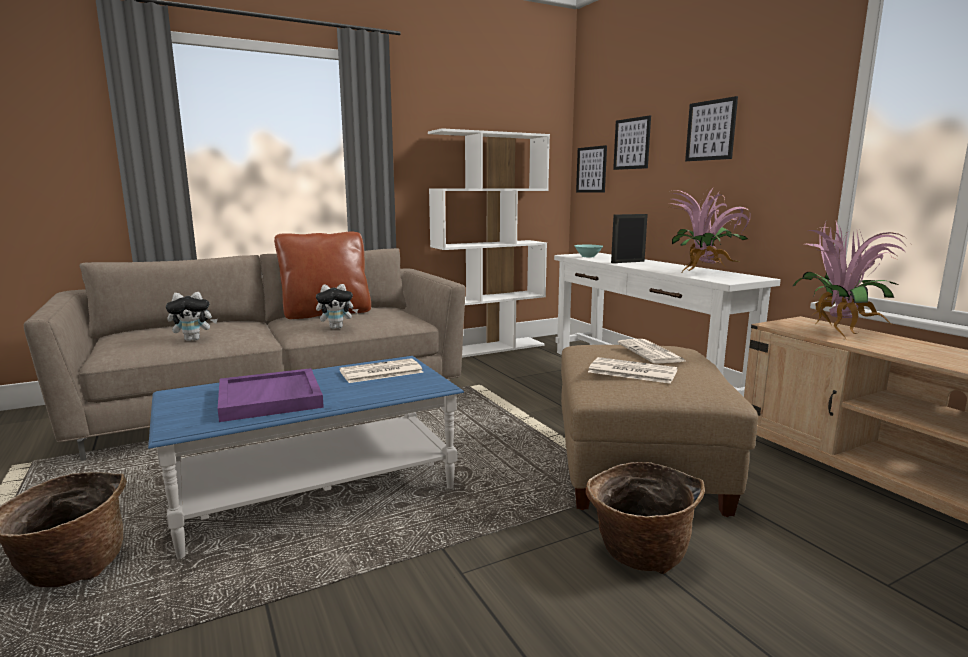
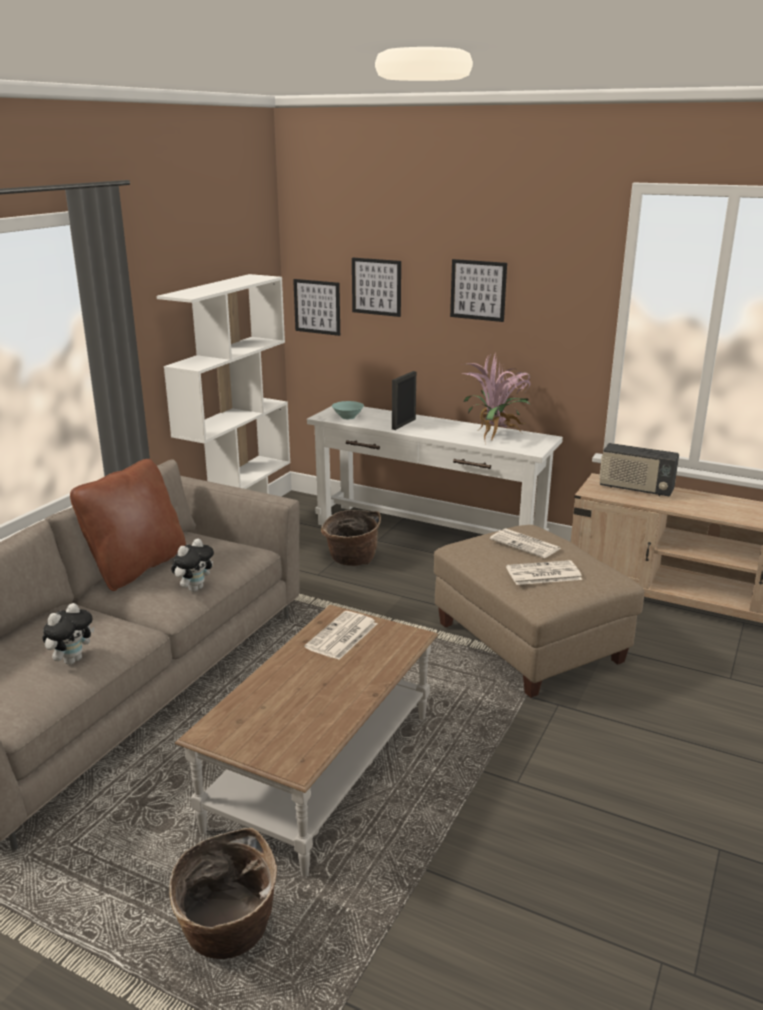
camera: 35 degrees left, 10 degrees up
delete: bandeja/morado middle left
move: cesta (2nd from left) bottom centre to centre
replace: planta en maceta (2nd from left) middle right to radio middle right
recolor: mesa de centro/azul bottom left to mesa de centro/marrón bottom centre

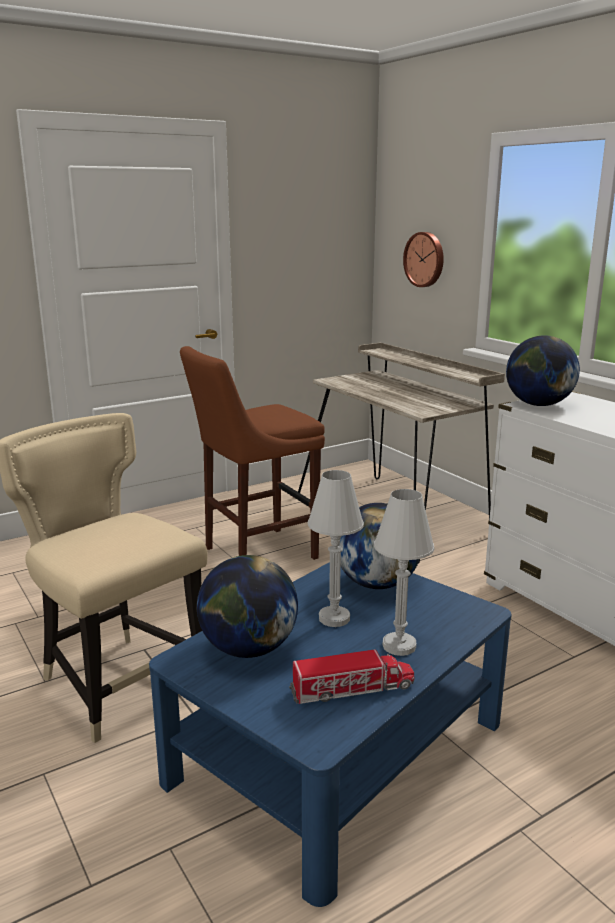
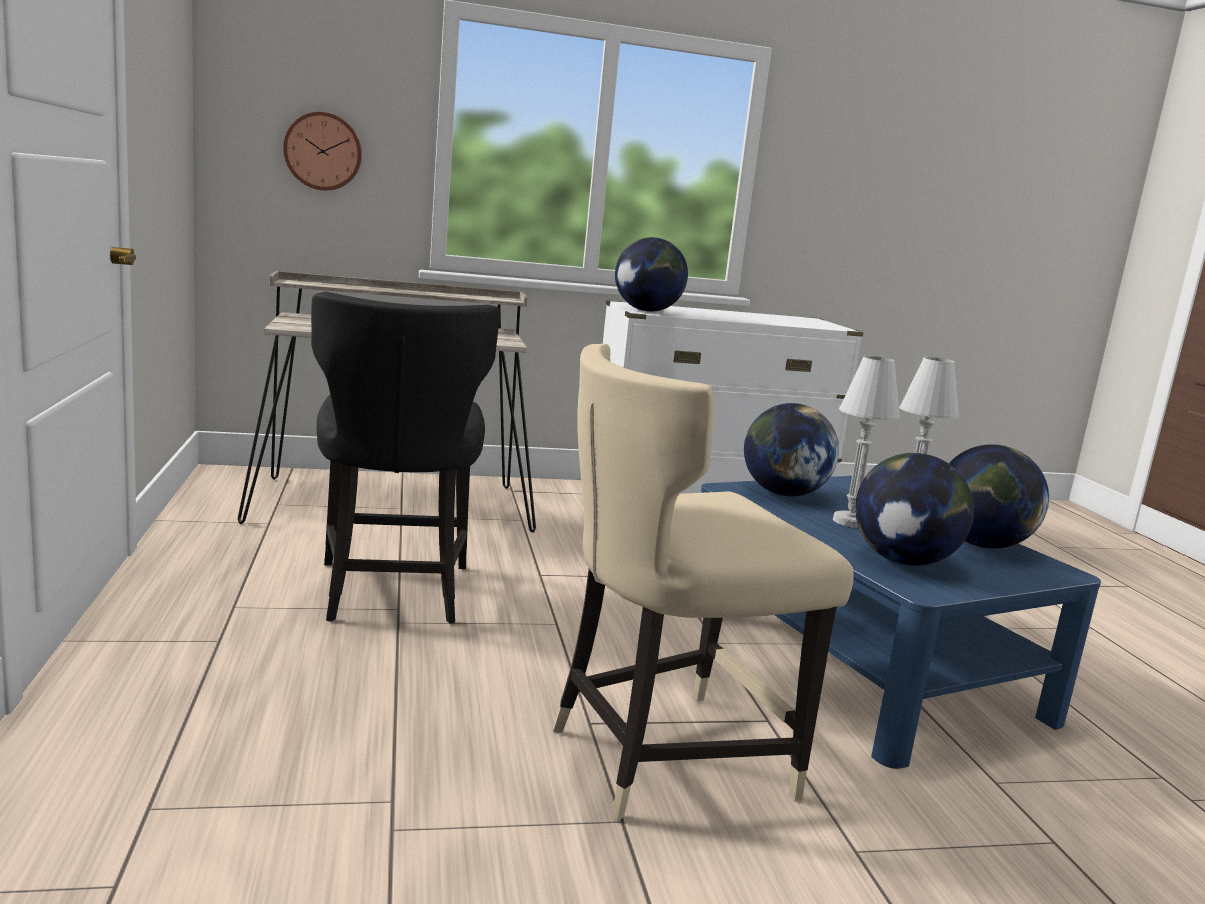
camera: 70 degrees left, 5 degrees down
replace: taburete/marrón centre to silla/negro centre; camión de juguete bottom centre to globo terráqueo (4th from left) middle right

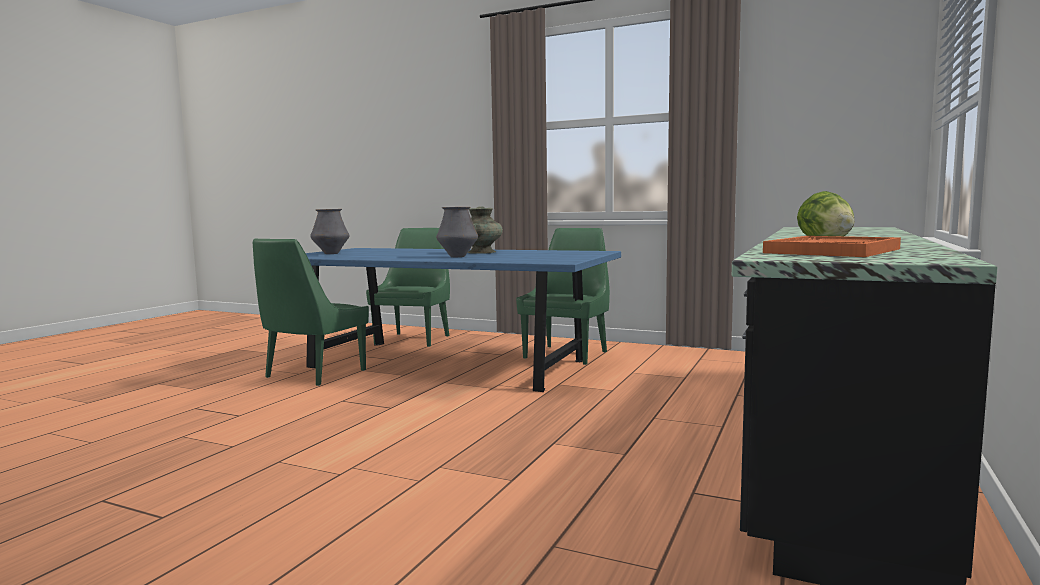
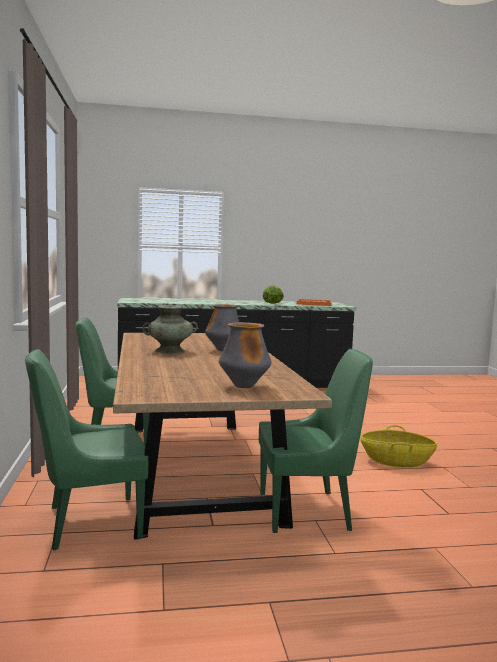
camera: 125 degrees left, 0 degrees up
insert: cesta bottom right
recolor: mesa de comedor/azul centre to mesa de comedor/marrón centre

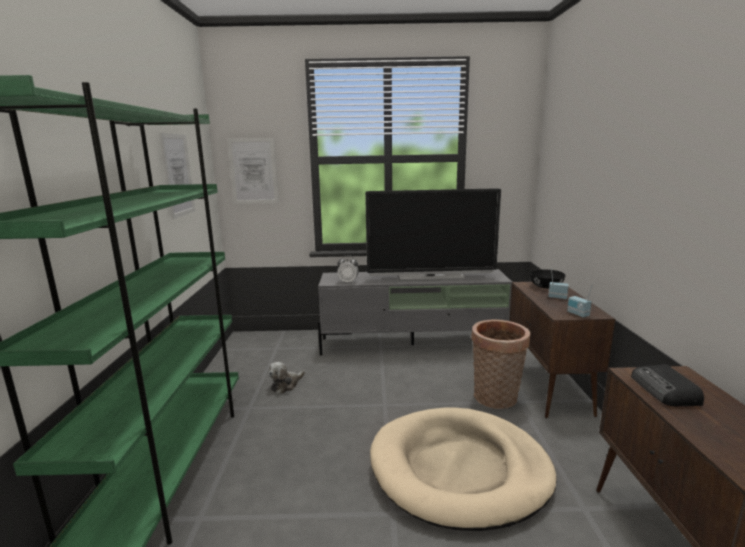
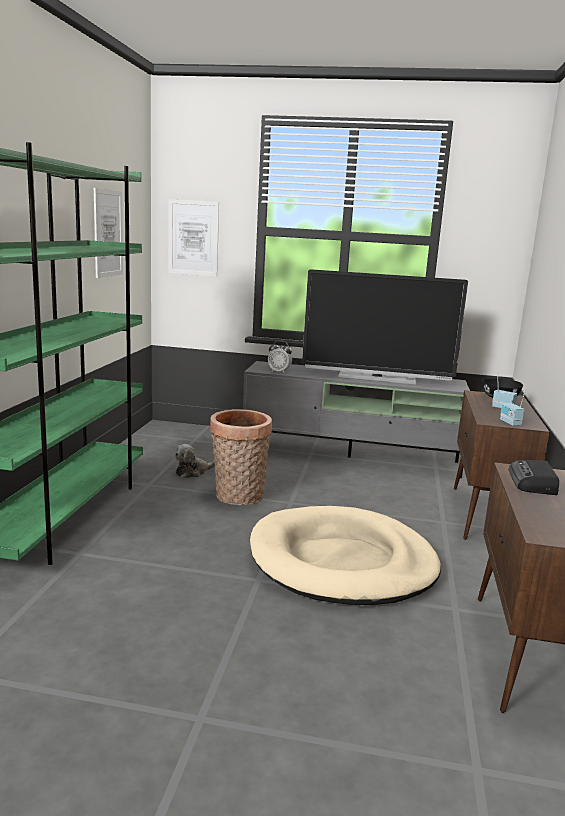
camera: 10 degrees right, 0 degrees up
move: cesta middle right to centre

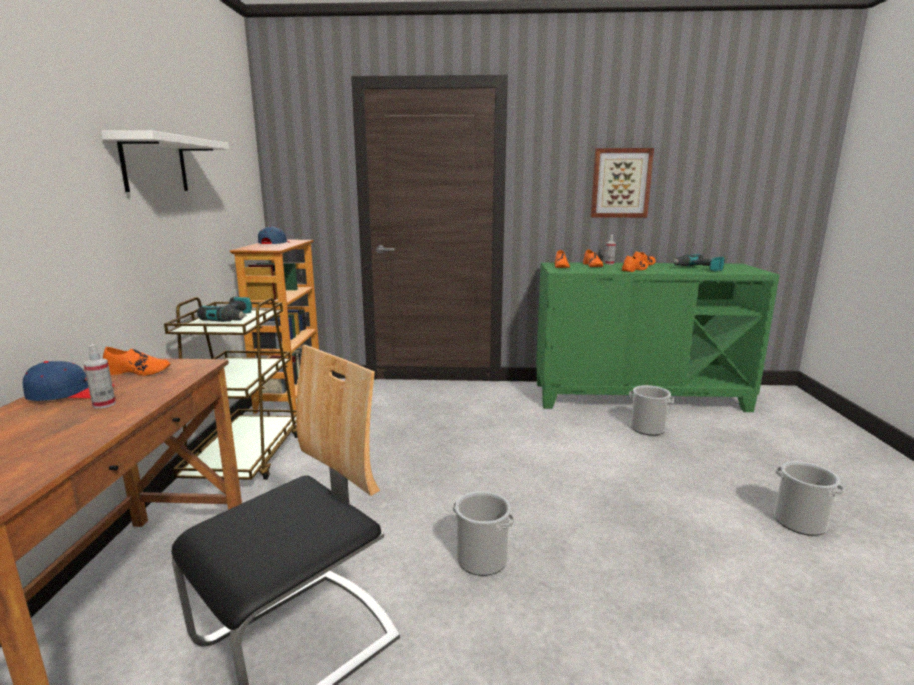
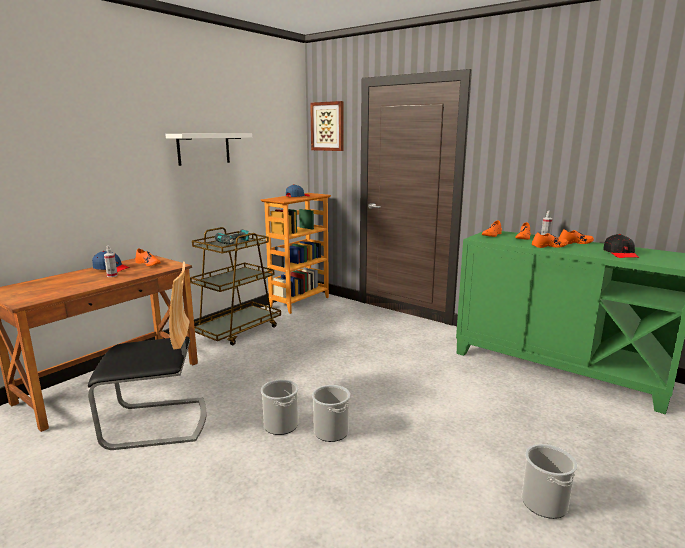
camera: 35 degrees right, 0 degrees up
move: cuadro top right to top centre; cubo (2nd from left) middle right to bottom centre
replace: taladro (2nd from left) middle right to gorra/negro middle right

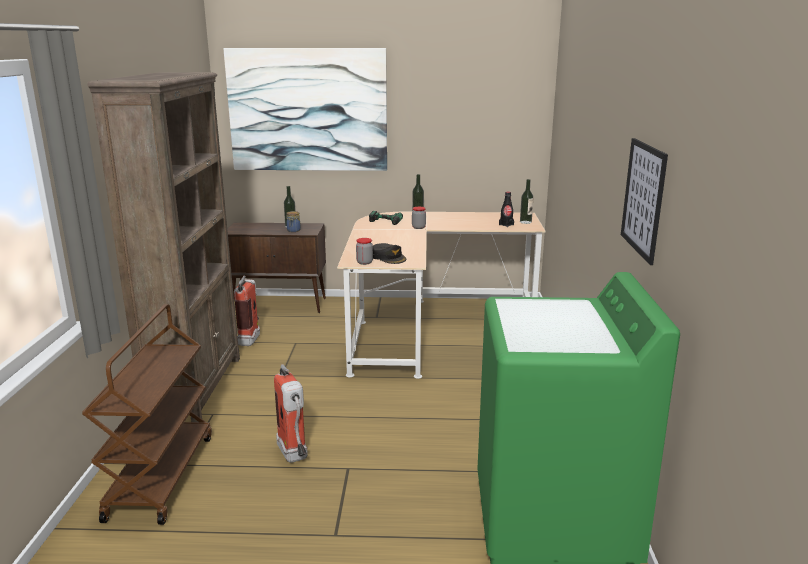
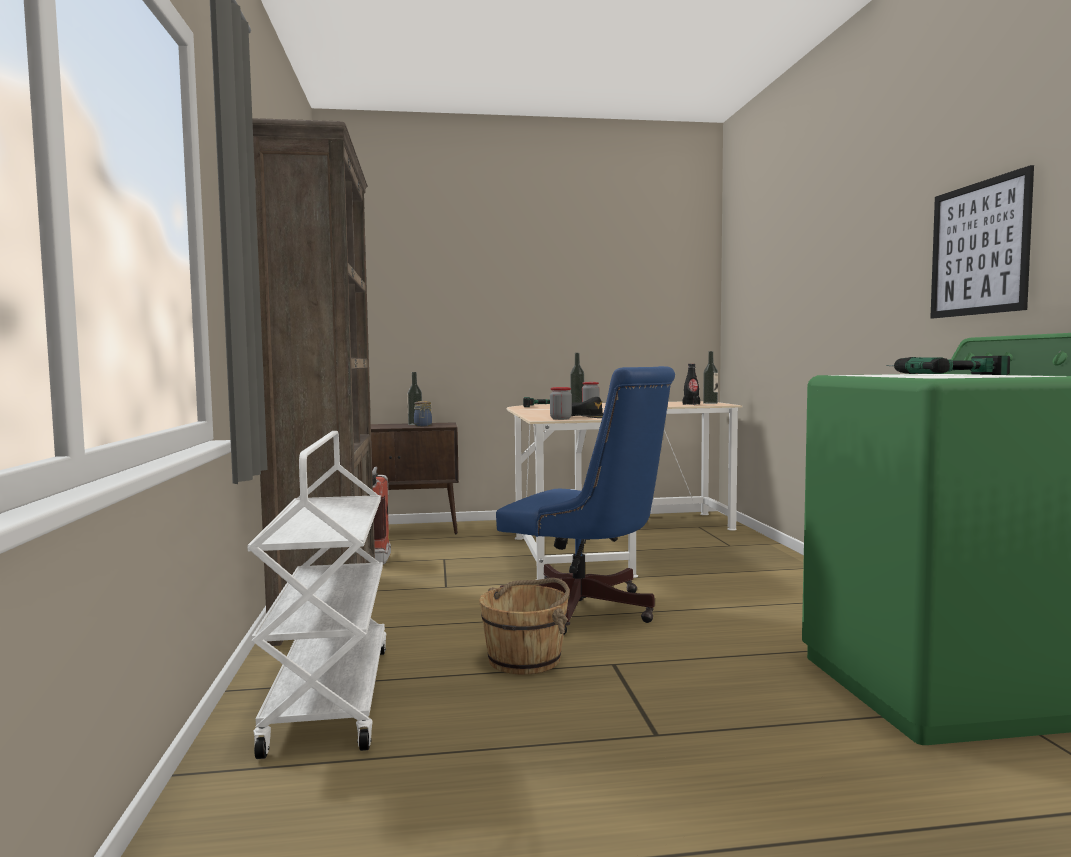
camera: 10 degrees left, 15 degrees down
delete: cuadro (1st from left) top centre
insert: silla de oficina/azul centre; taladro (2nd from left) middle right
replace: extintor (2nd from left) bottom centre to cubo/marrón bottom centre
recolor: carrito/marrón bottom left to carrito/blanco bottom left

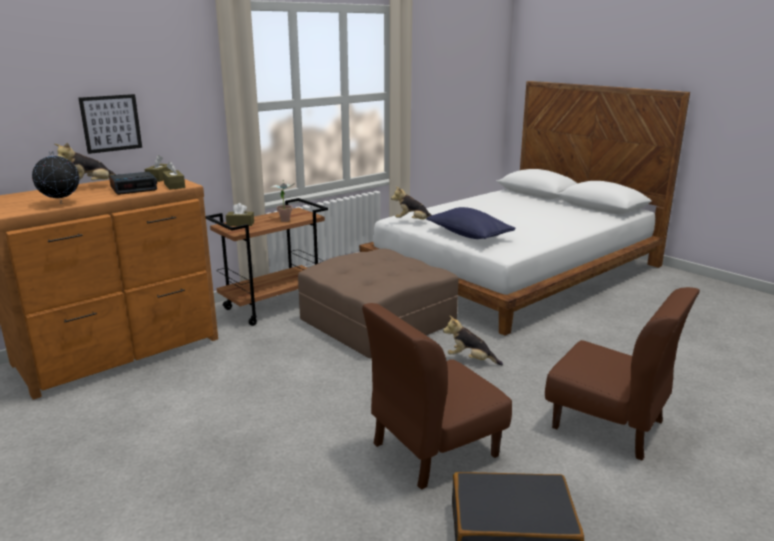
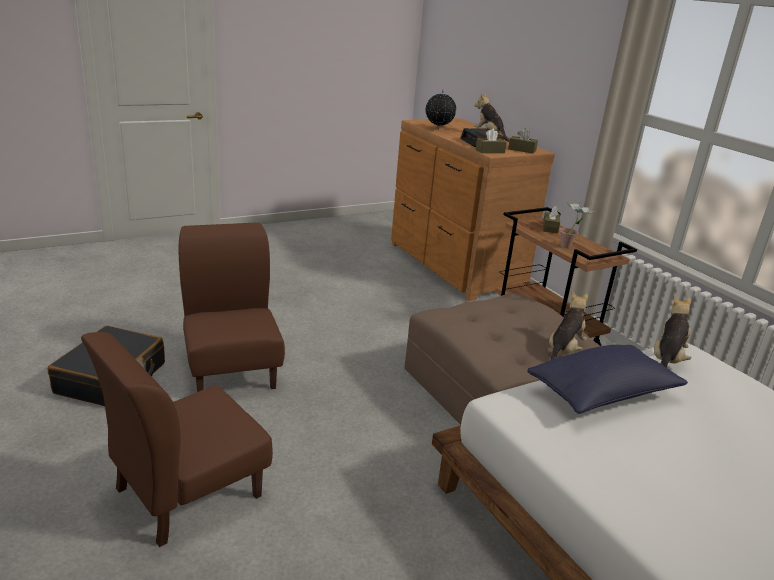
camera: 100 degrees right, 5 degrees up
delete: cuadro top left
move: peluche (3rd from left in the first image) centre to peluche (2nd from left) middle right

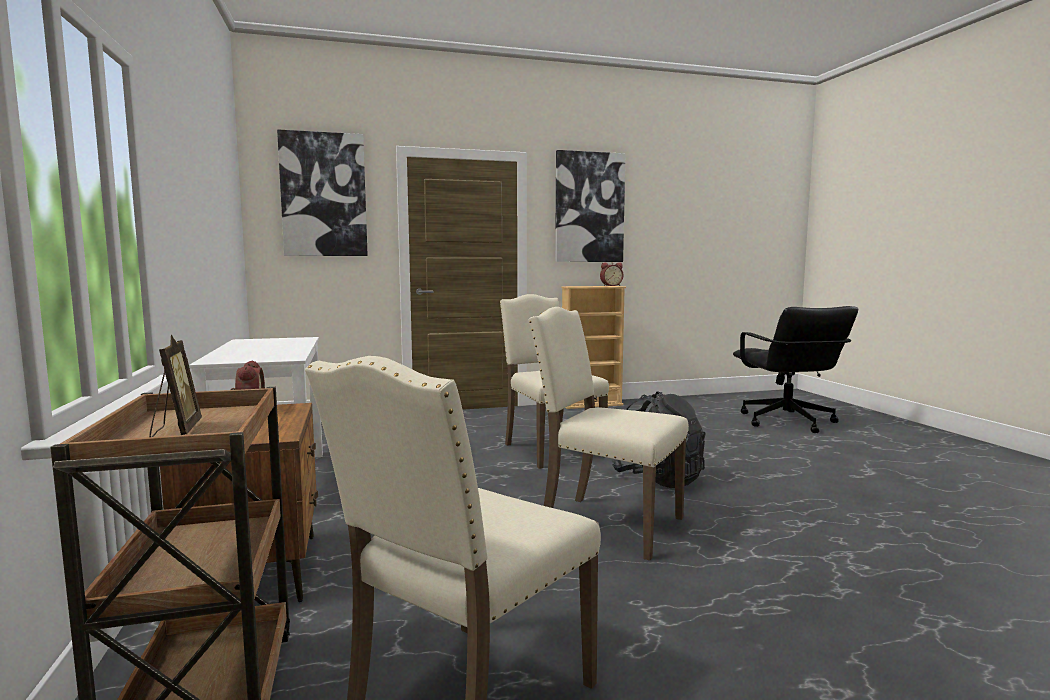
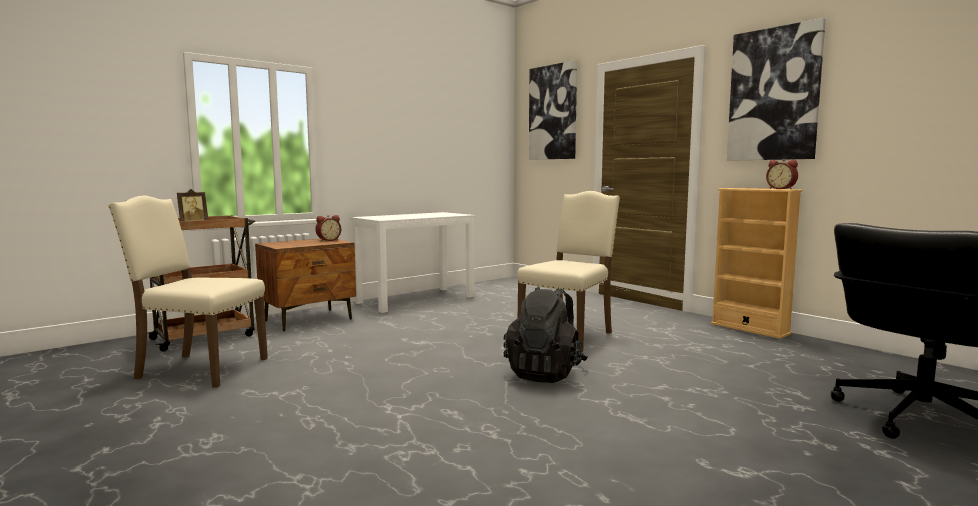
camera: 65 degrees right, 0 degrees up
delete: silla/beis (3rd from left) centre

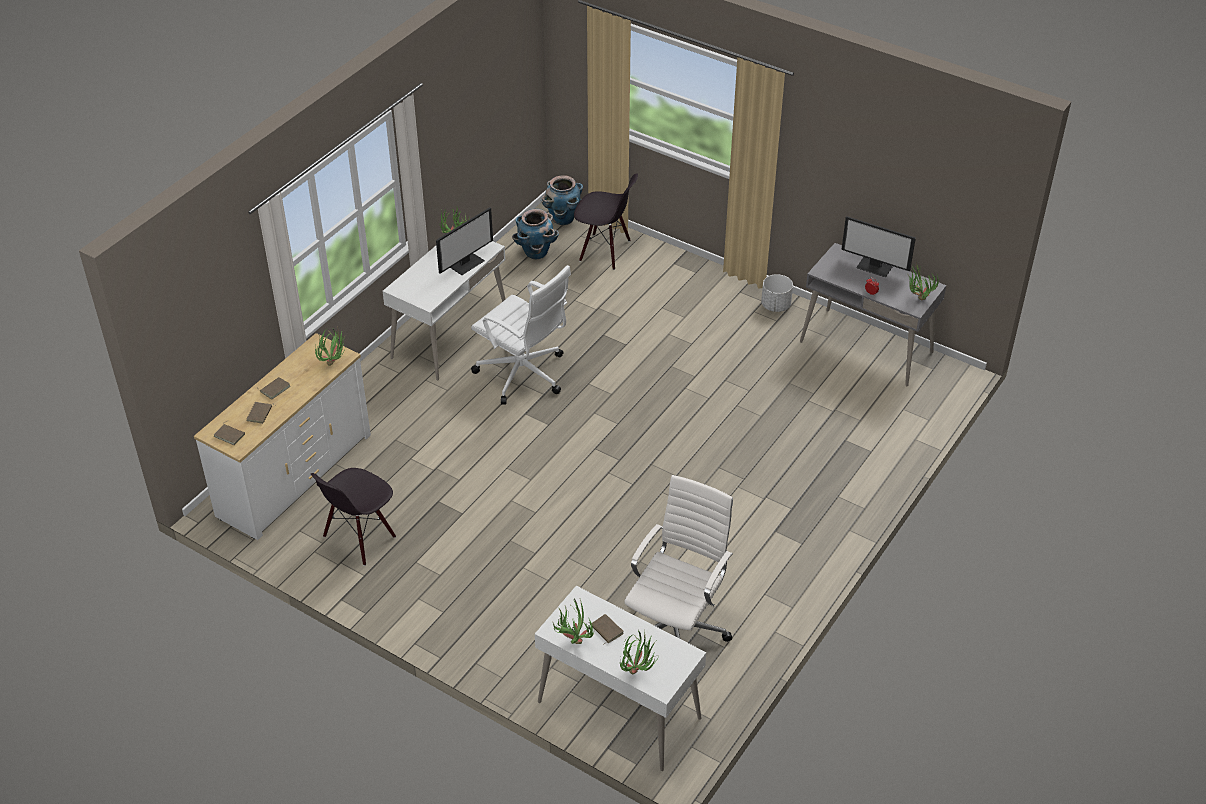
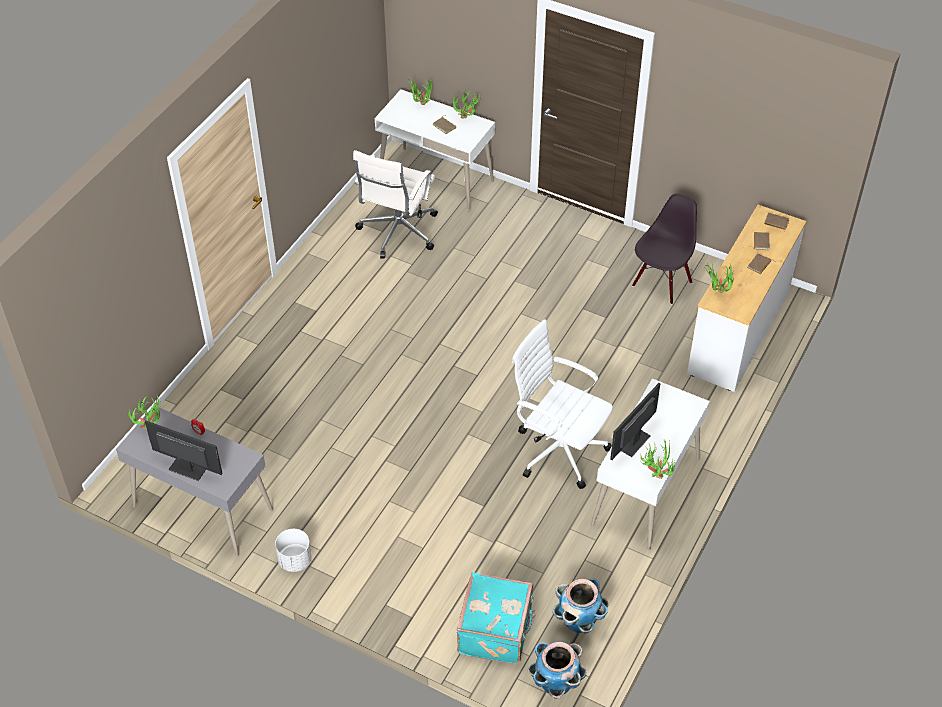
camera: 175 degrees right, 5 degrees up
replace: silla/negro (2nd from left) top centre to maleta/turquesa bottom centre

